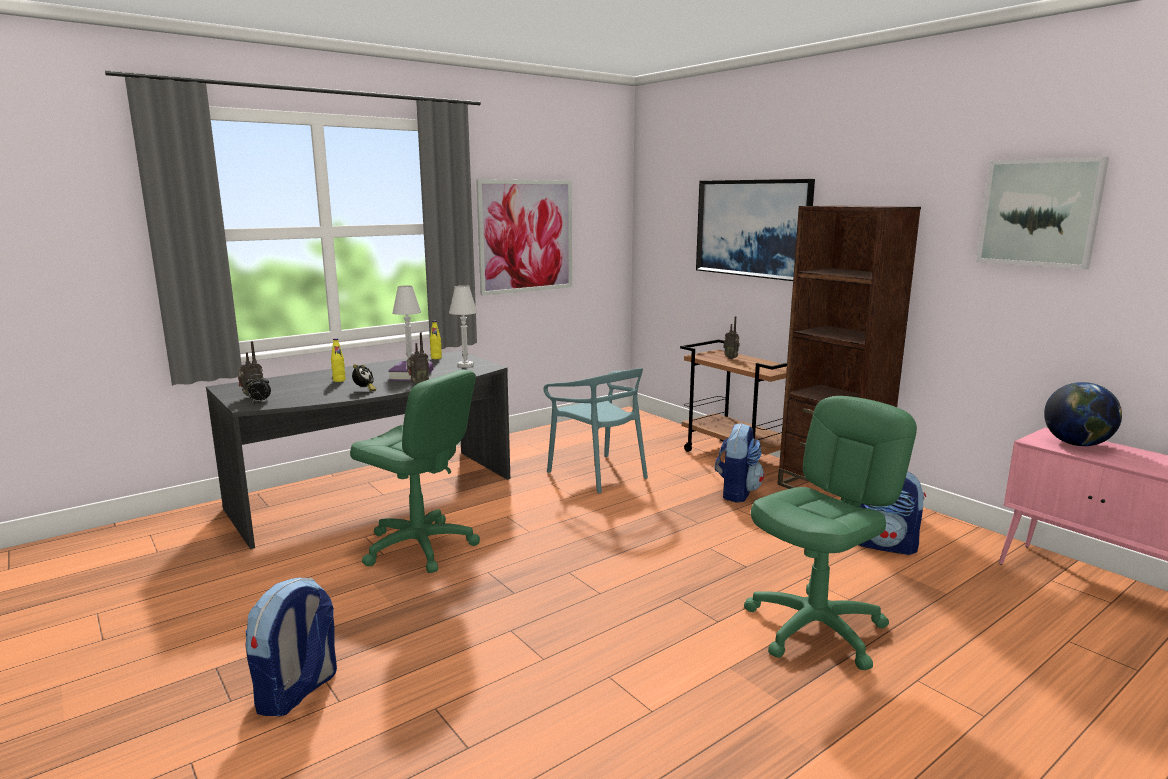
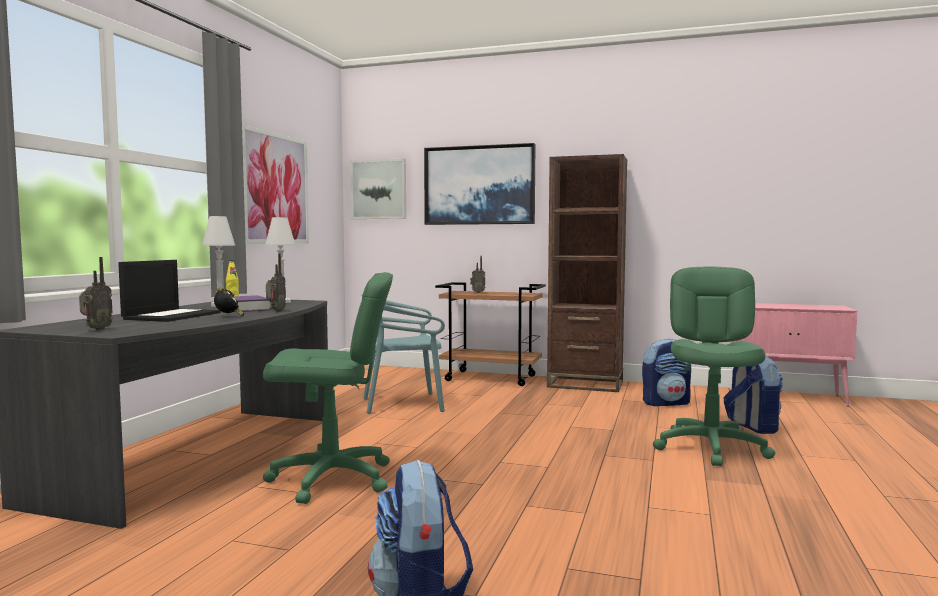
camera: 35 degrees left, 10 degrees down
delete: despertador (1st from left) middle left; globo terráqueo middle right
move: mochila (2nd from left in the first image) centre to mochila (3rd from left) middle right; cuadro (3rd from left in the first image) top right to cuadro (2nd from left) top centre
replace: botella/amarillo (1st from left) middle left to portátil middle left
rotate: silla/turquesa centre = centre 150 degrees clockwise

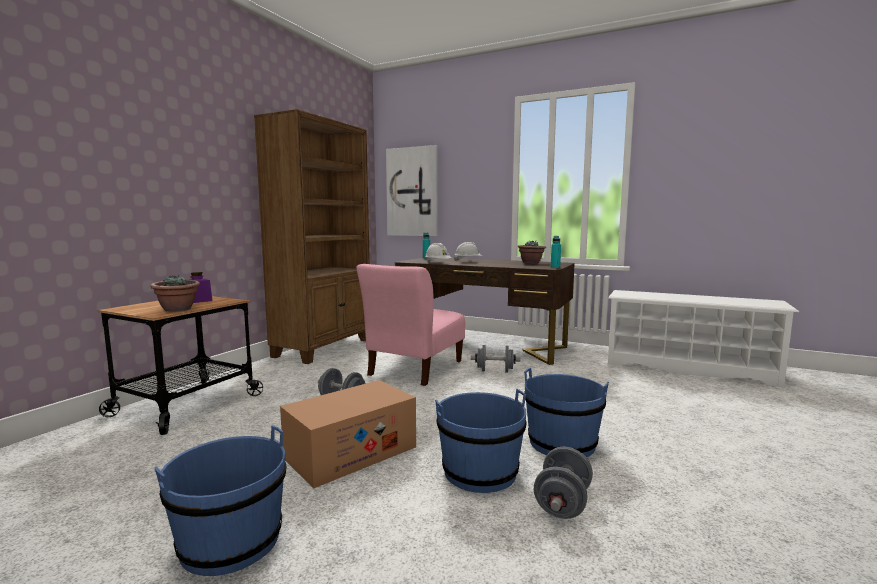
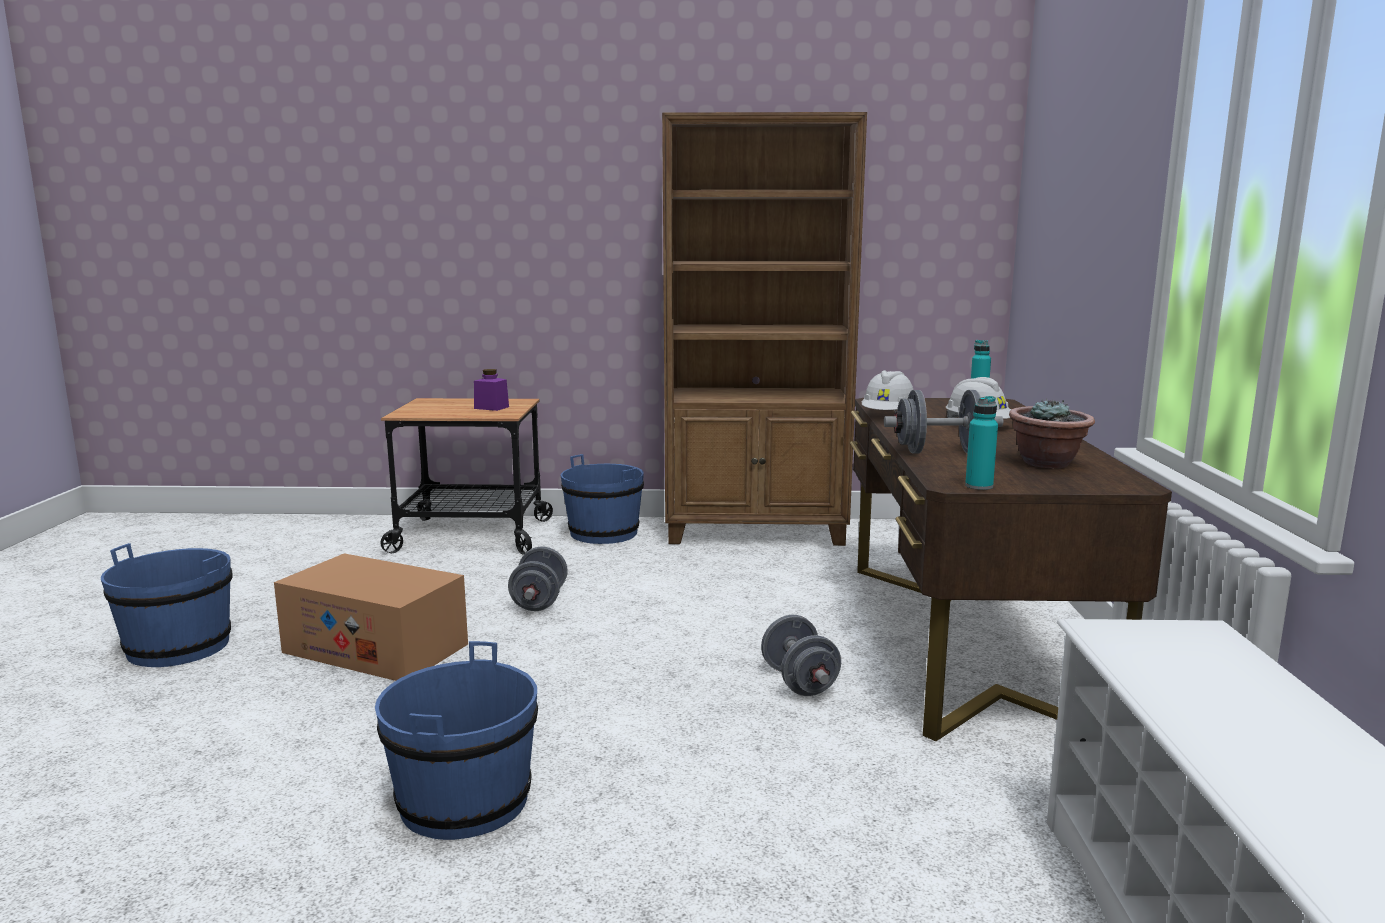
camera: 65 degrees right, 5 degrees up
delete: planta en maceta (1st from left) middle left; silla/rosa centre; cuadro top centre
move: cubo/azul (2nd from left in the first image) bottom centre to cubo/azul (3rd from left) centre; mancuerna/gris (3rd from left) bottom centre to middle right

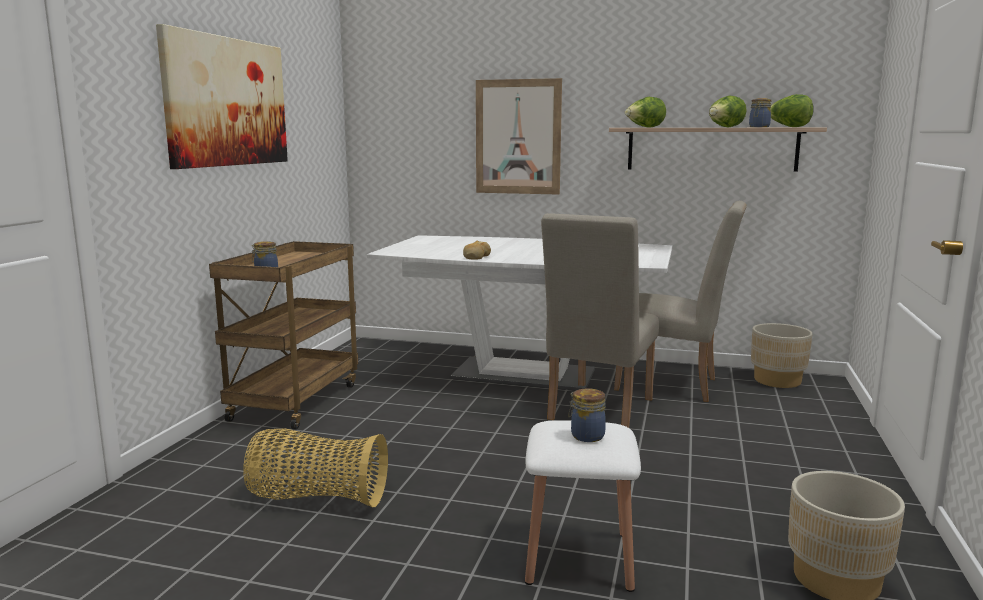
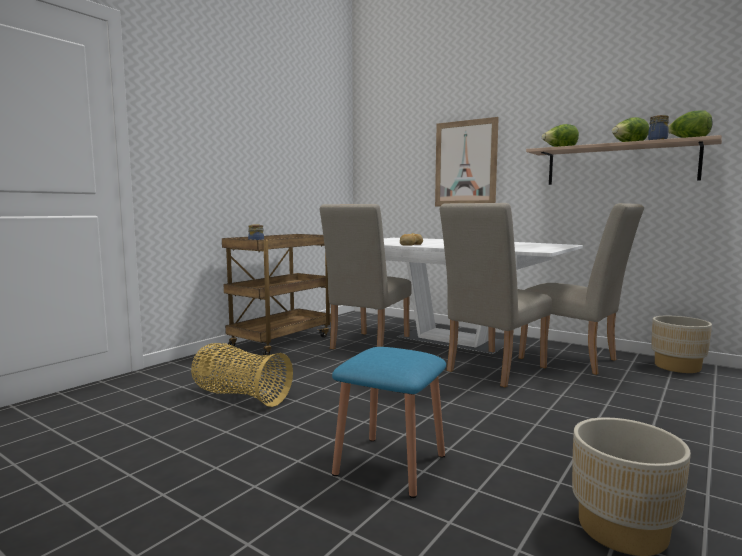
camera: 20 degrees right, 5 degrees down
delete: cuadro (1st from left) top left; tarro (2nd from left) bottom centre
insert: silla/beis (1st from left) centre
recolor: taburete/blanco bottom centre to taburete/azul bottom centre

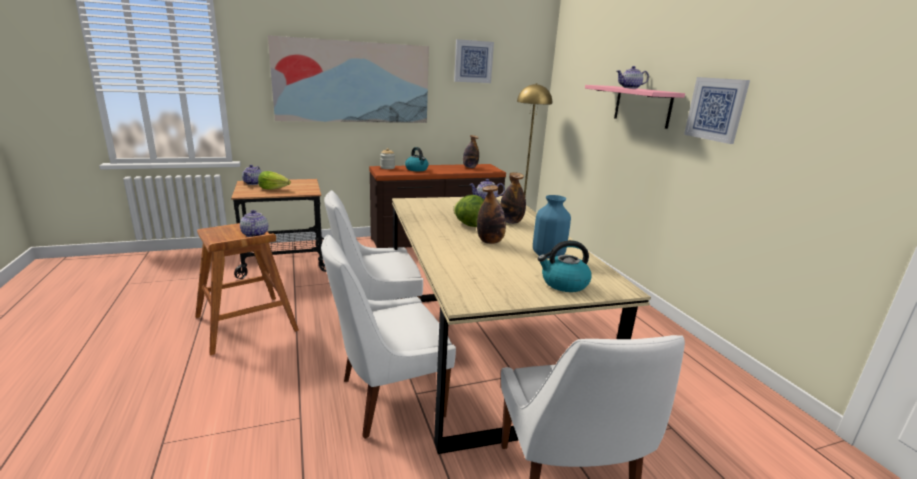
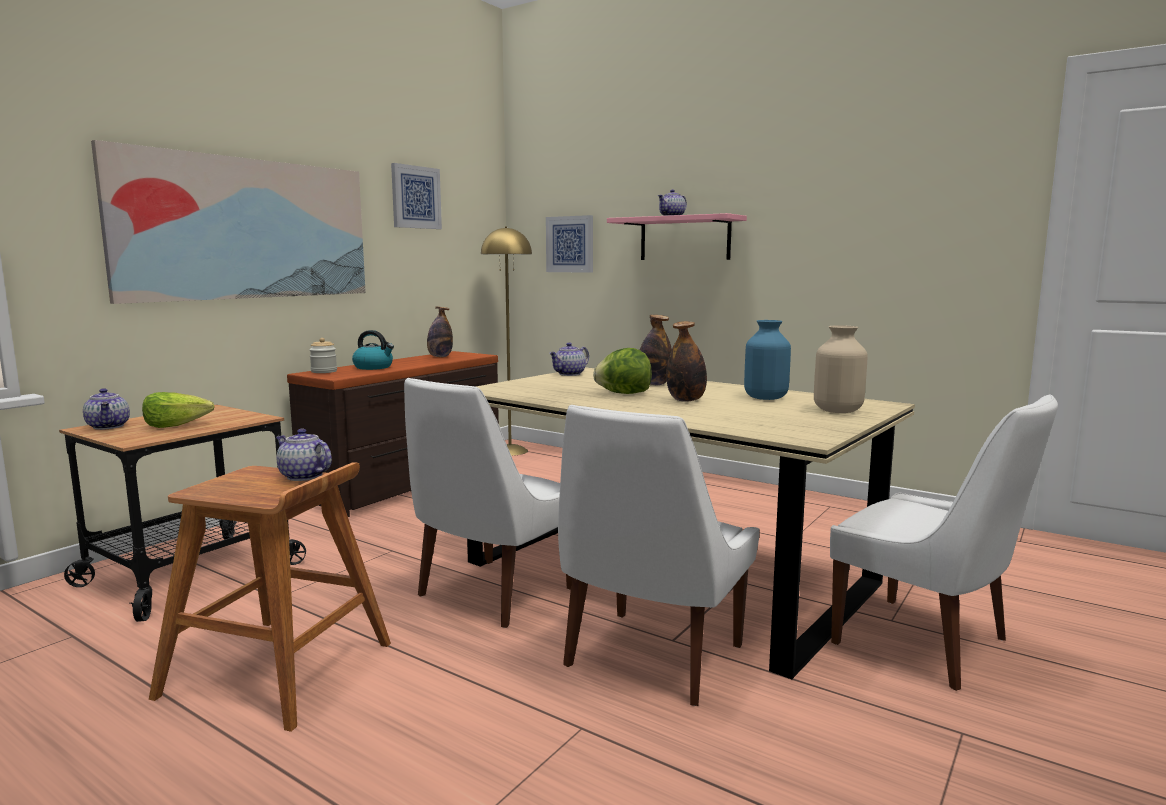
camera: 35 degrees left, 10 degrees down
move: cuadro (3rd from left) top right to top centre
replace: hervidor (2nd from left) centre to florero/beis middle right

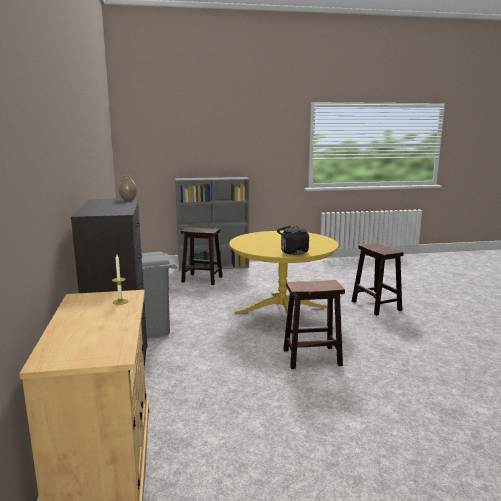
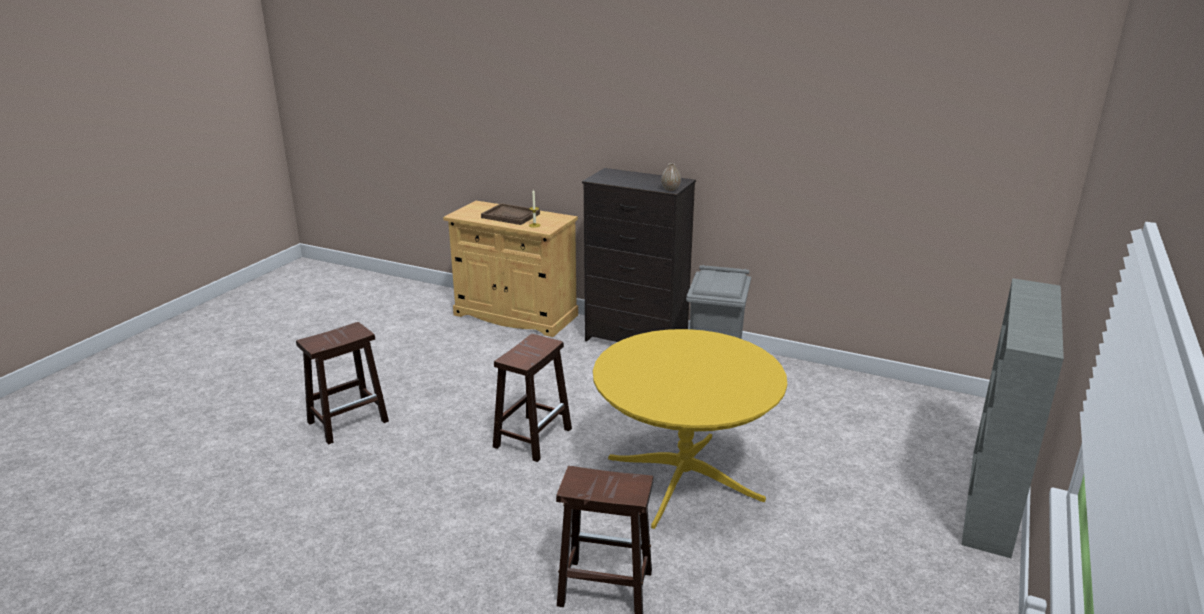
camera: 125 degrees right, 10 degrees up
delete: hervidor/negro centre
insert: bandeja/marrón centre
move: taburete/marrón (1st from left) centre to middle left

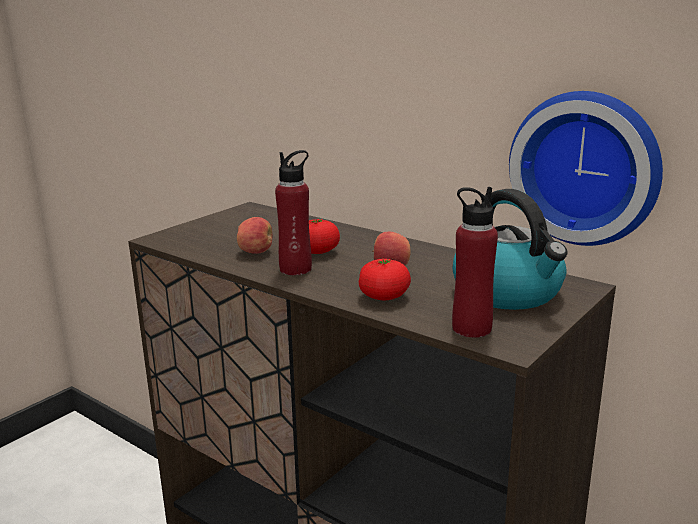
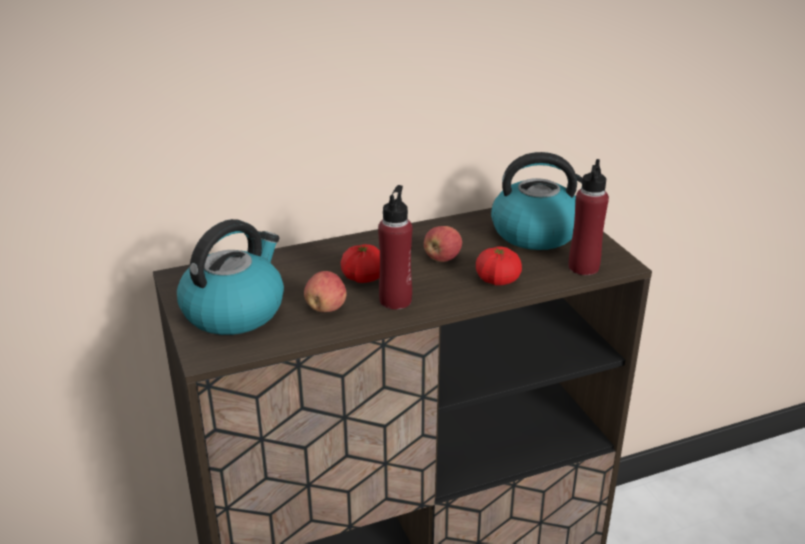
camera: 60 degrees left, 10 degrees up
delete: reloj de pared top right
insert: hervidor (1st from left) middle left

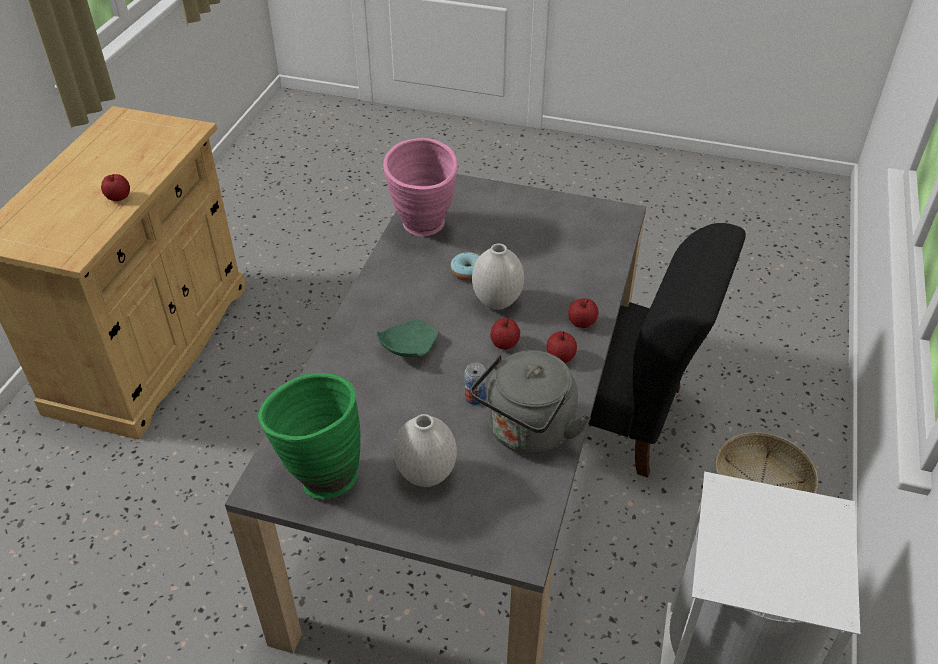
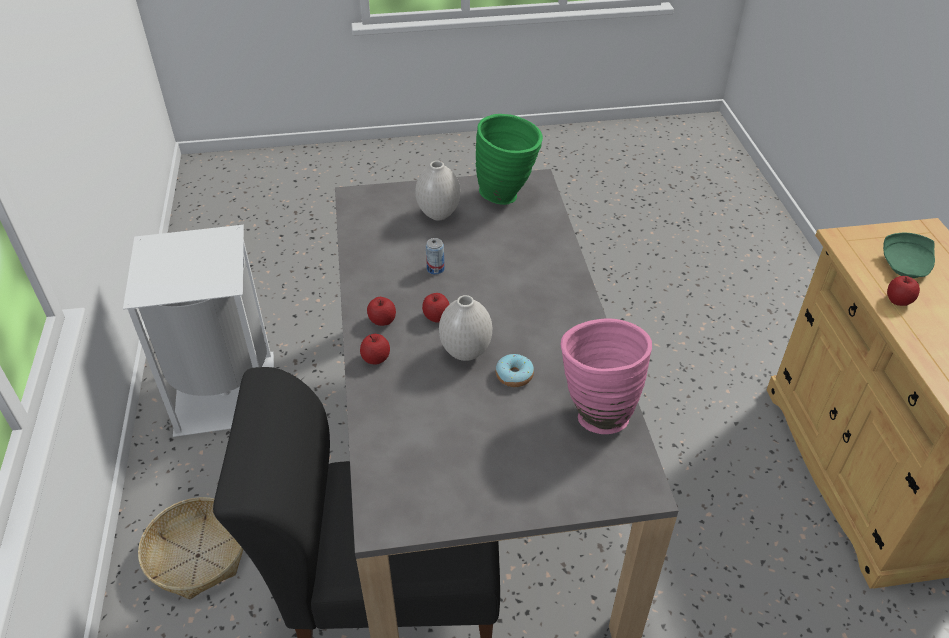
camera: 155 degrees right, 0 degrees up
delete: hervidor/gris centre
move: plato/verde centre to middle right

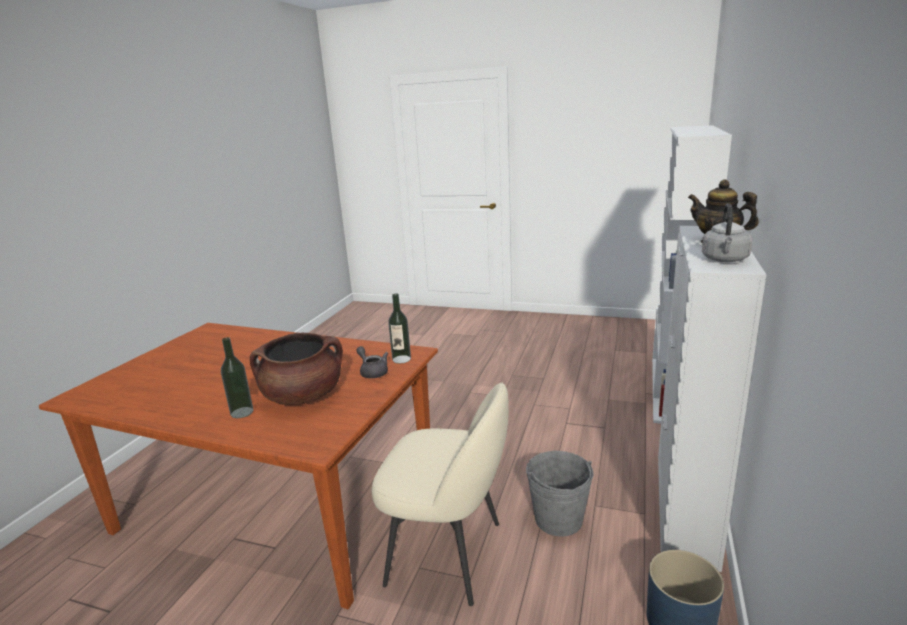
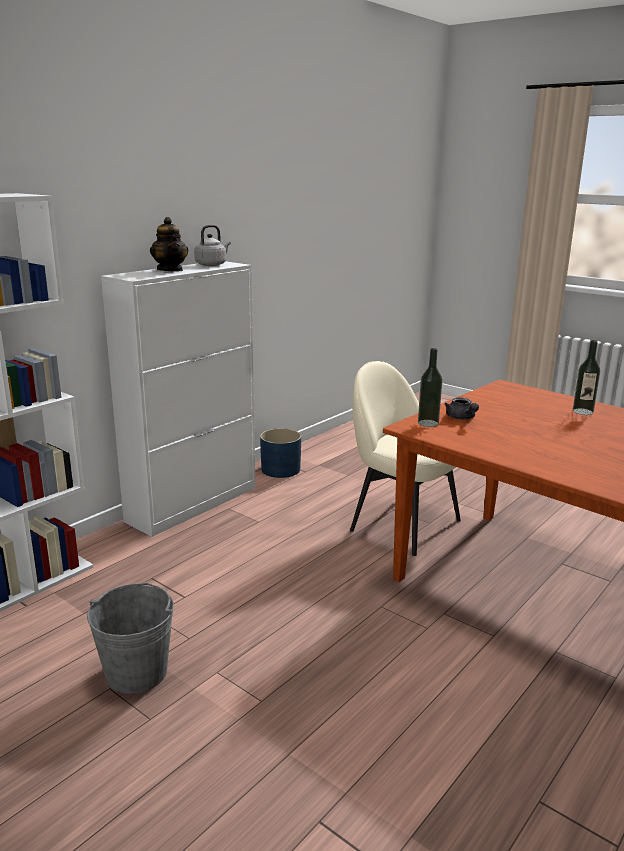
camera: 160 degrees left, 0 degrees up
delete: olla/marrón middle left
move: cubo/gris bottom centre to bottom left

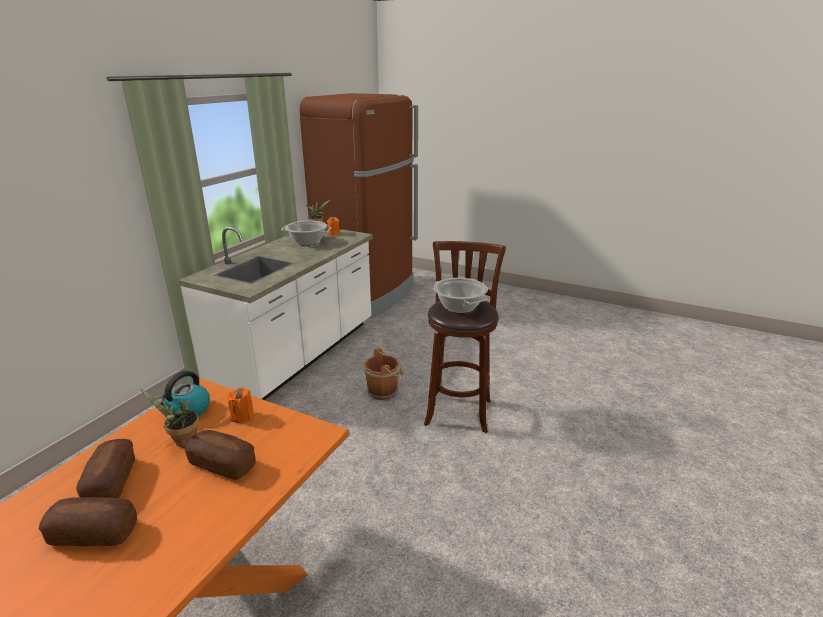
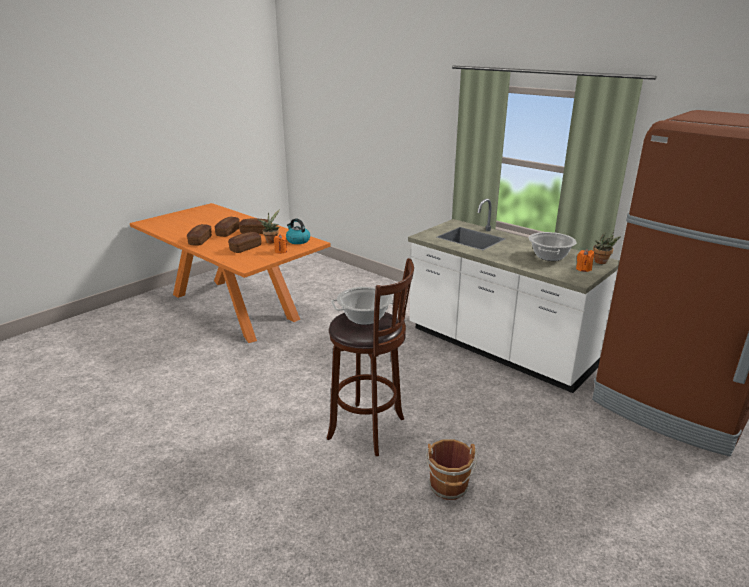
camera: 105 degrees right, 0 degrees up
insert: pan (1st from left) middle left
move: cubo/marrón centre to bottom centre

